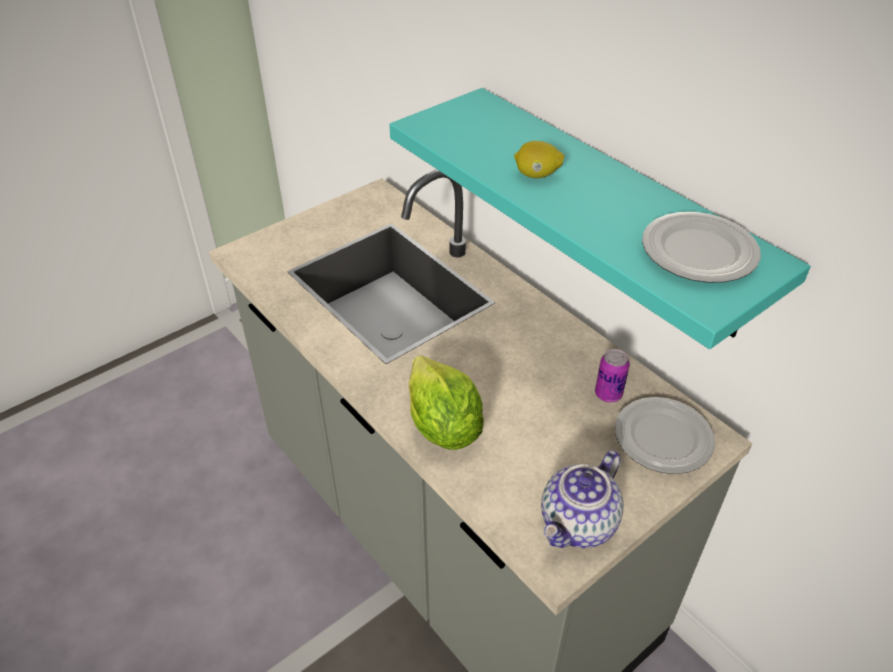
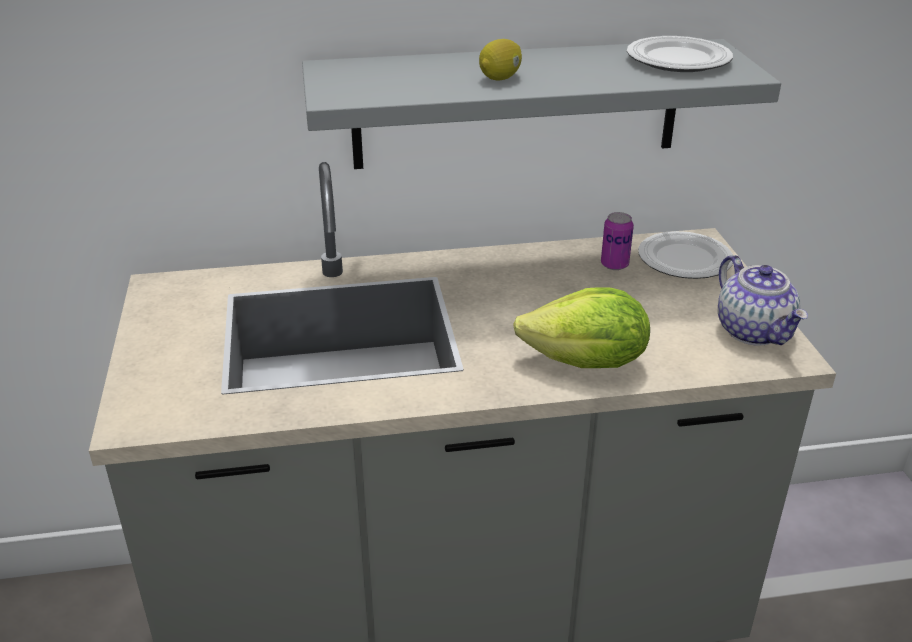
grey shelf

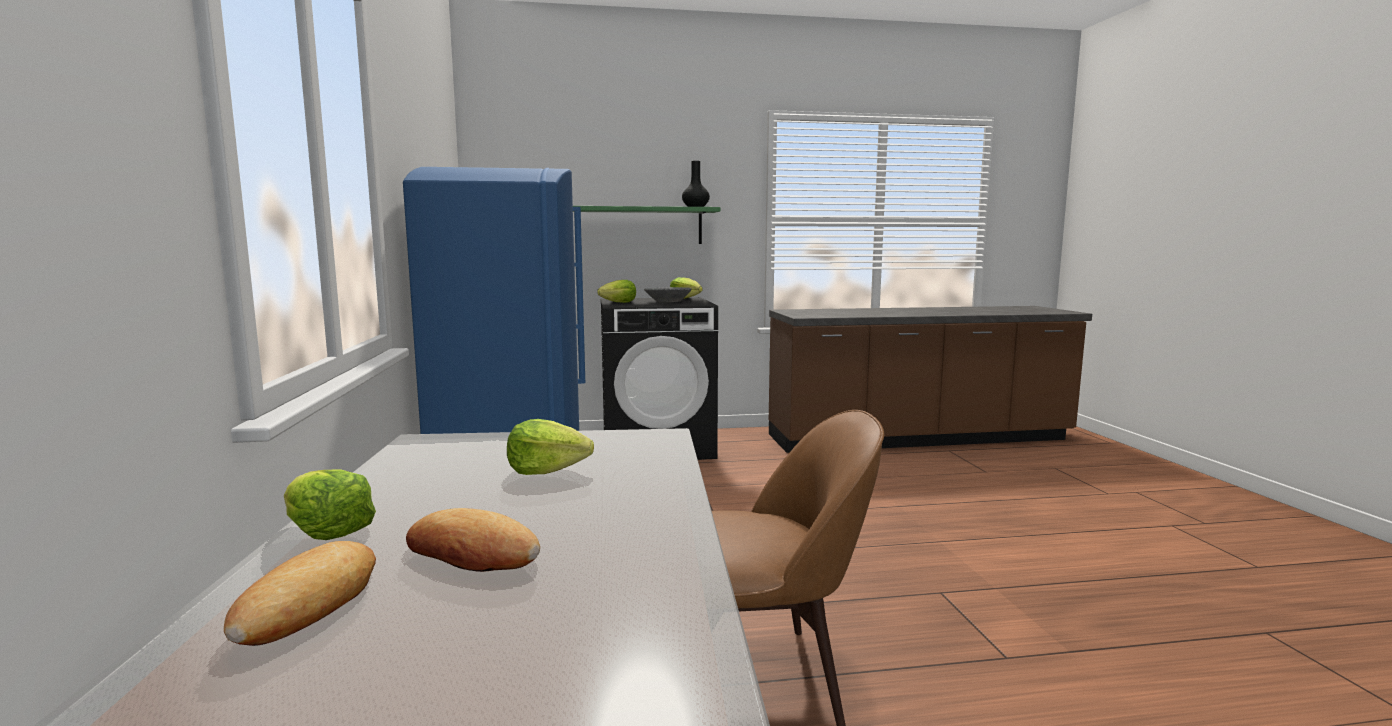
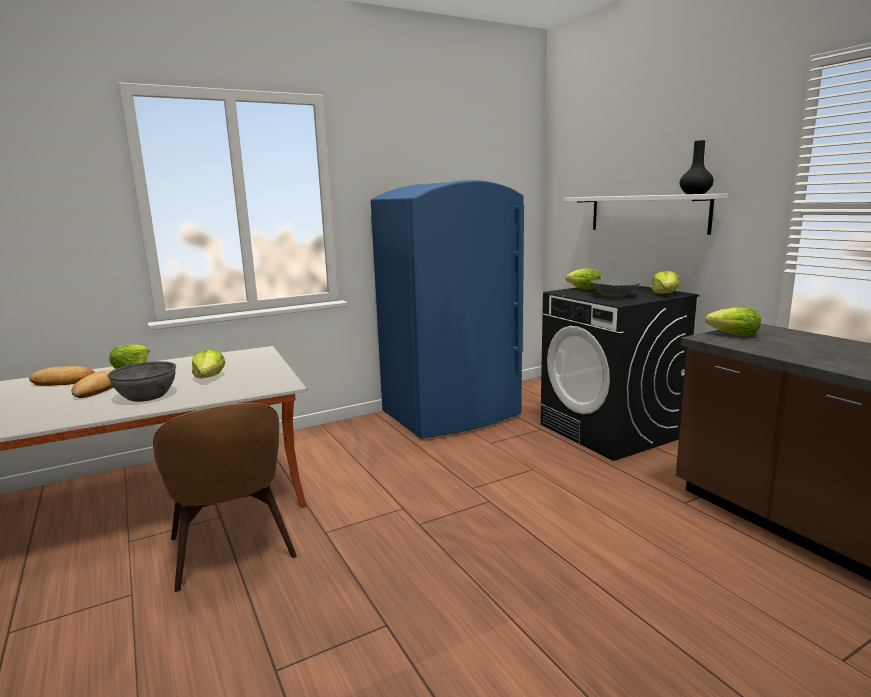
white shelf
lettuce (no. 5 from left)
grey bowl (no. 1 from left)

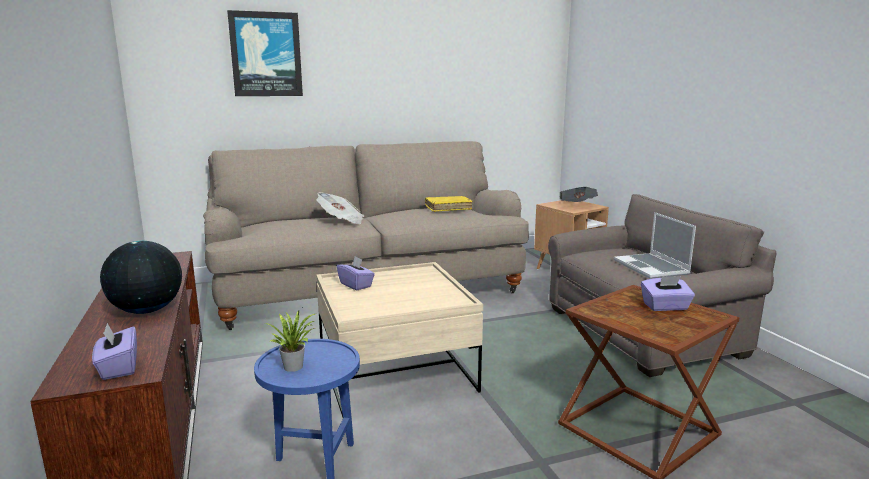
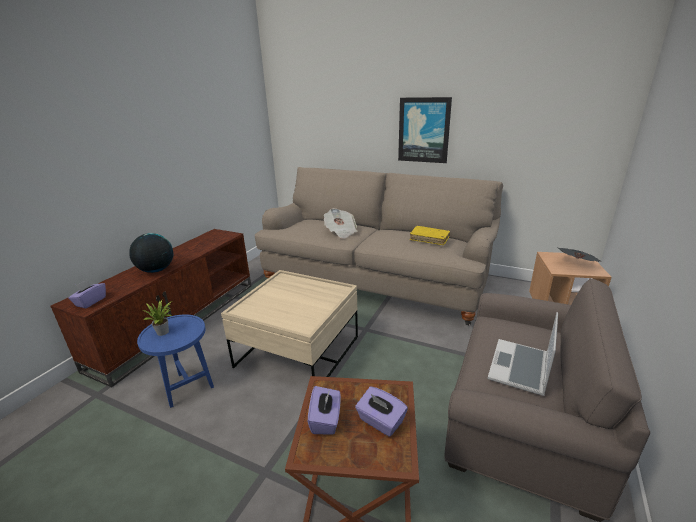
picture
purple tissue box (no. 2 from left)

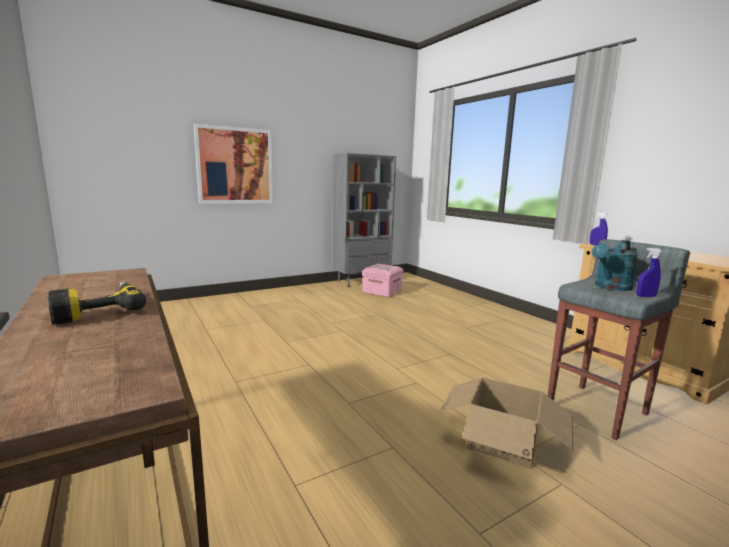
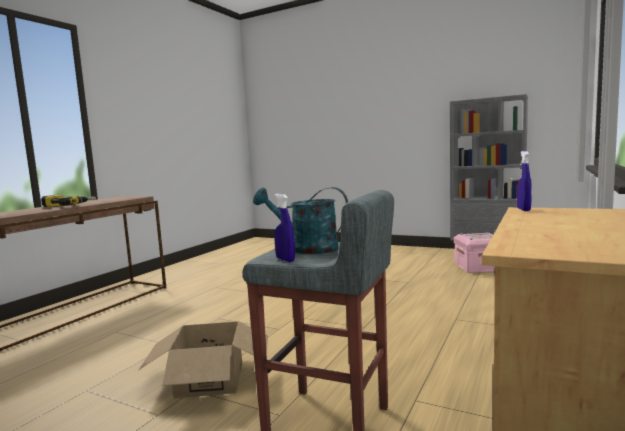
picture

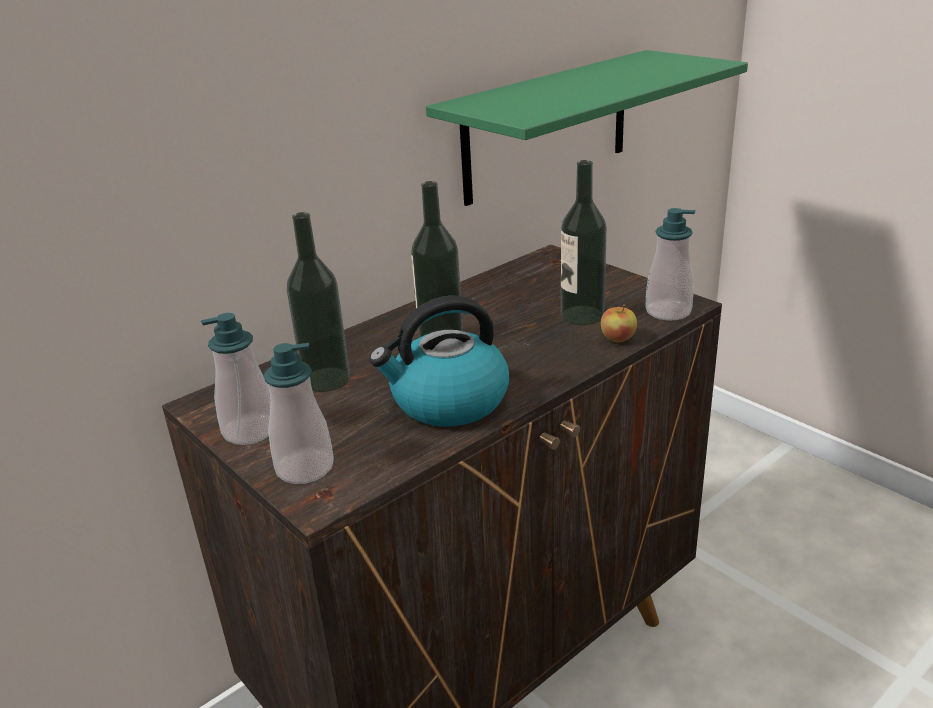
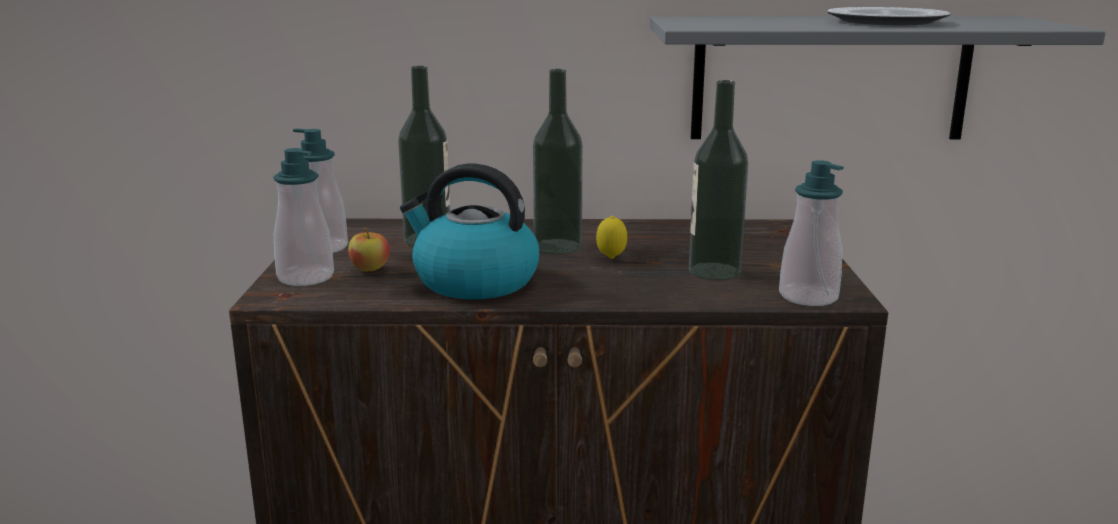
grey shelf
apple
plate
lemon

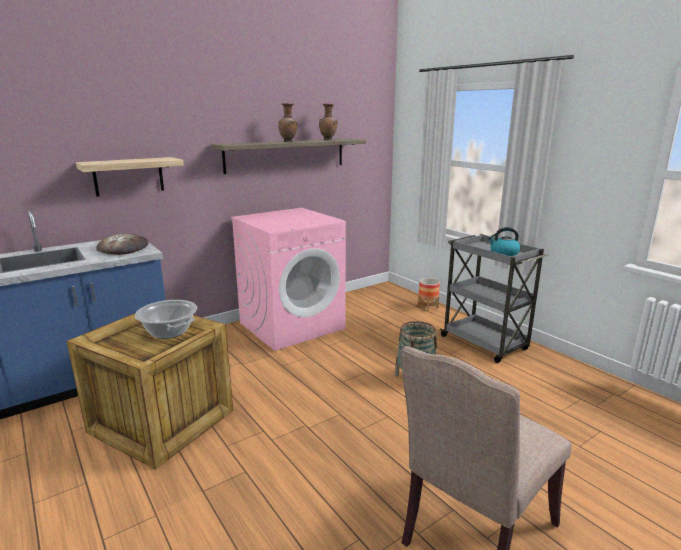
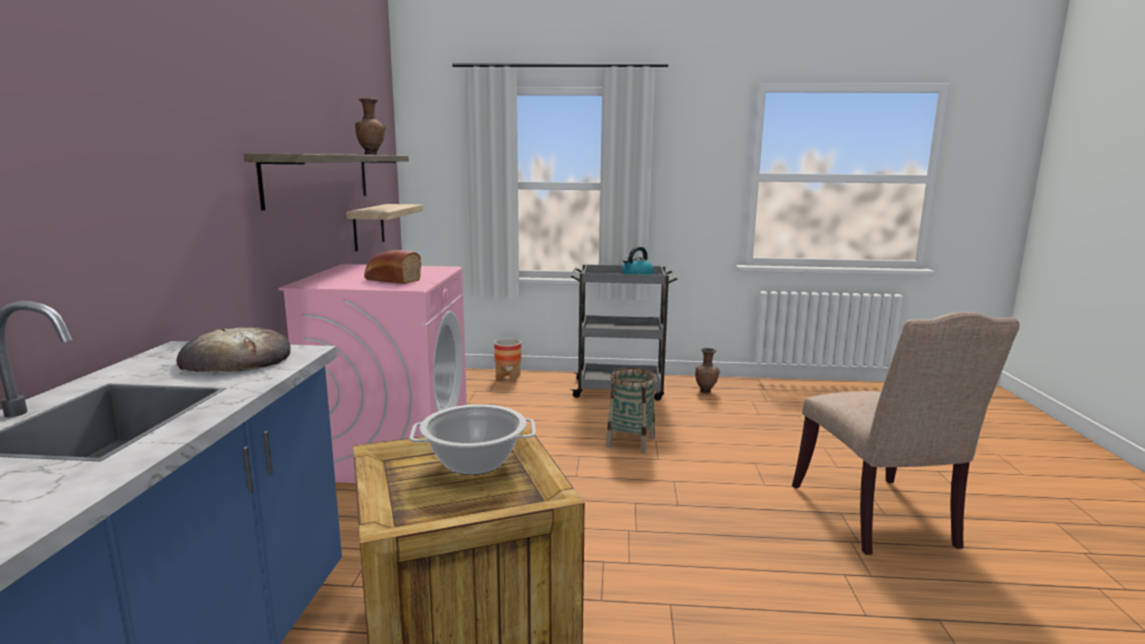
brown vase (no. 2 from left)
shelf (no. 2 from left)
bread (no. 2 from left)

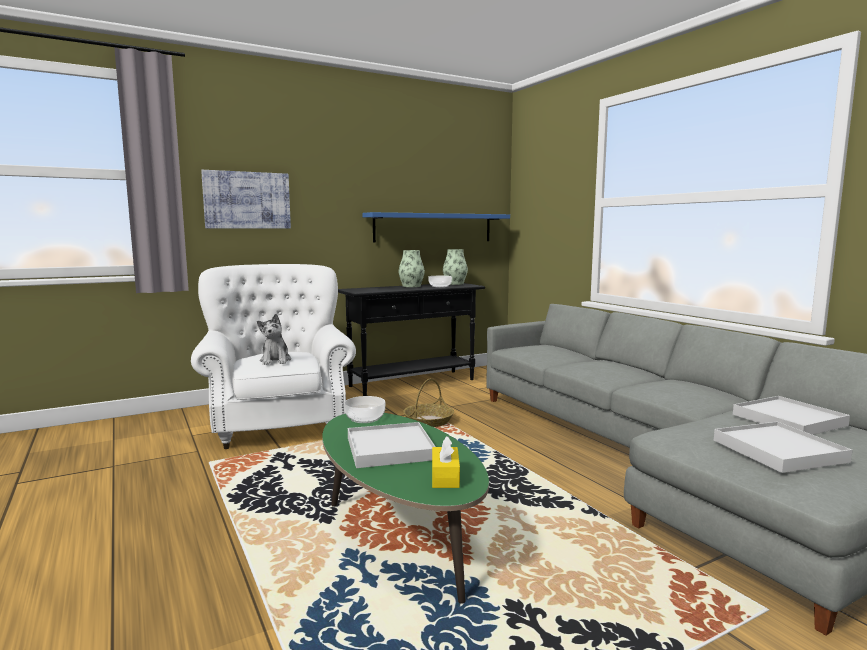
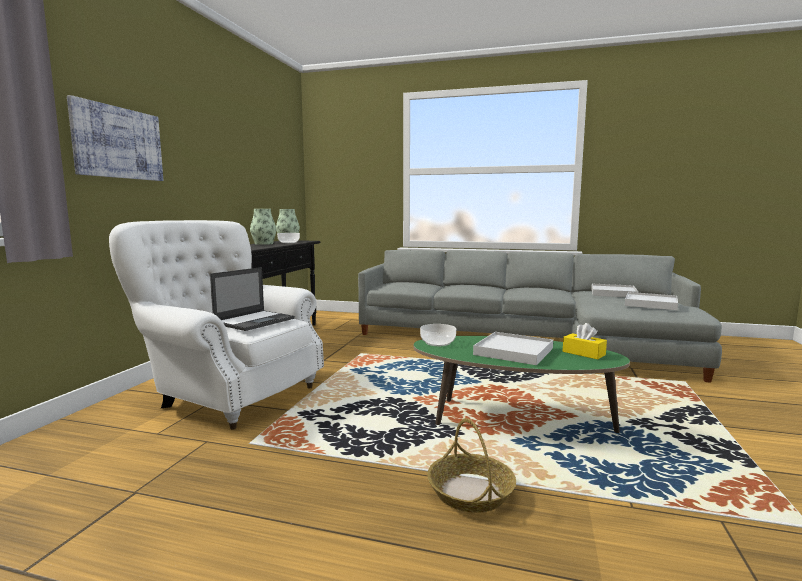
blue shelf
laptop
basket

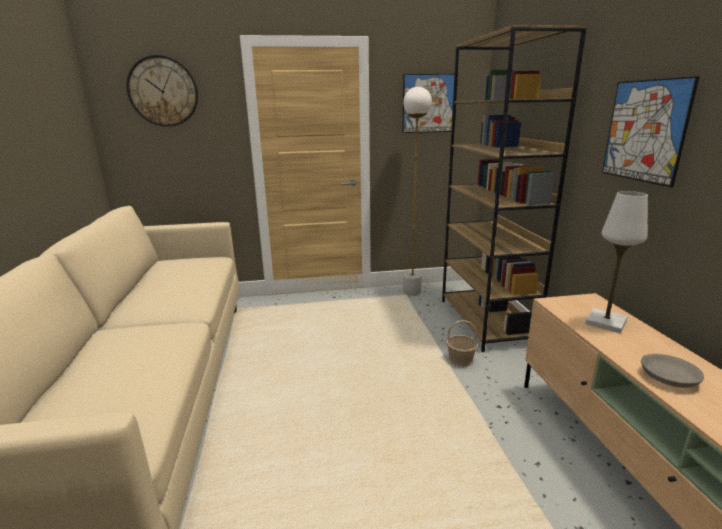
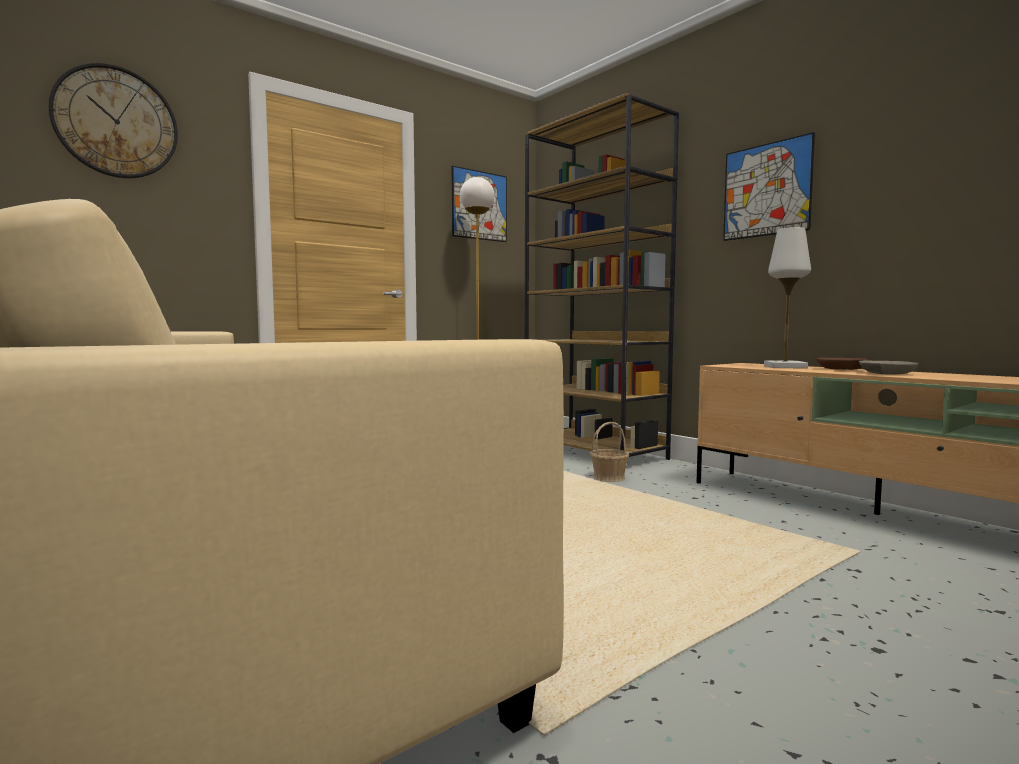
brown bowl

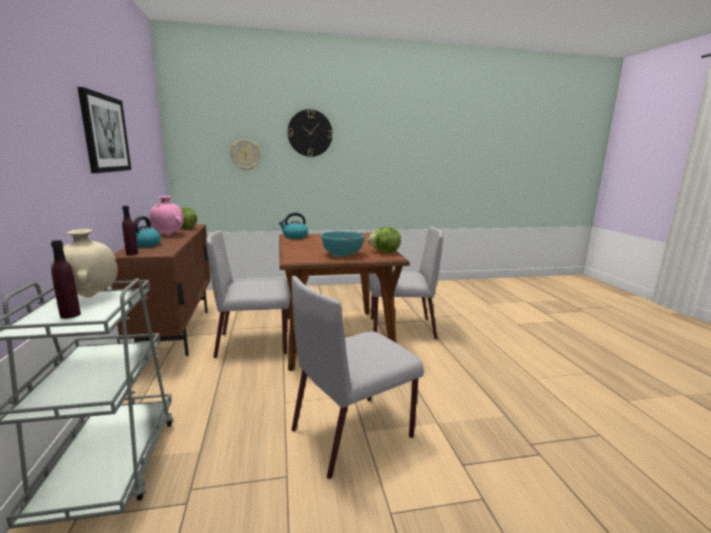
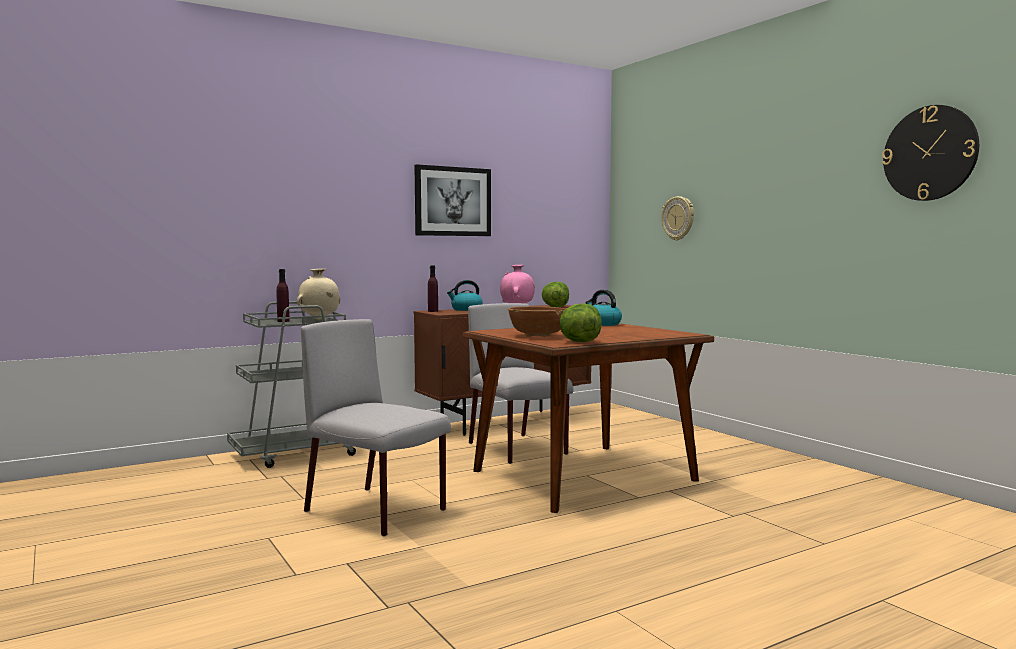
wall clock (no. 2 from left)
grey chair (no. 3 from left in the first image)
brown bowl

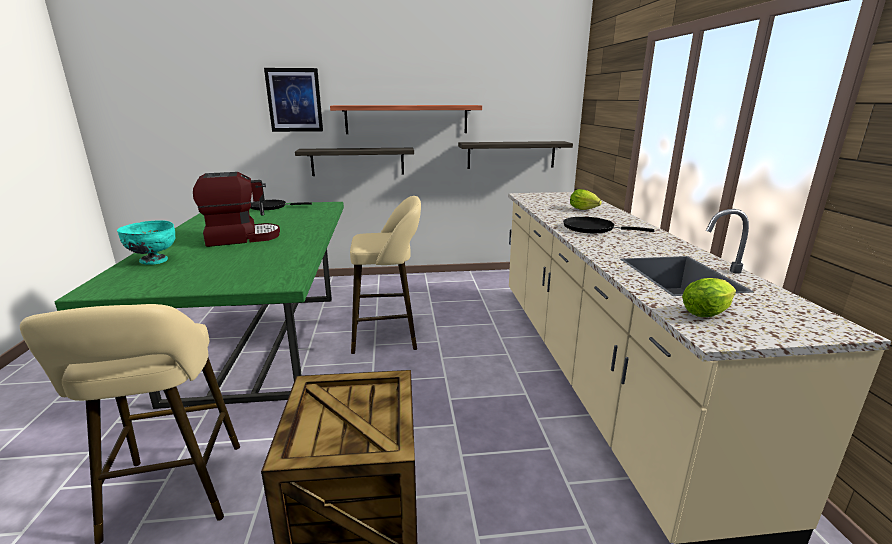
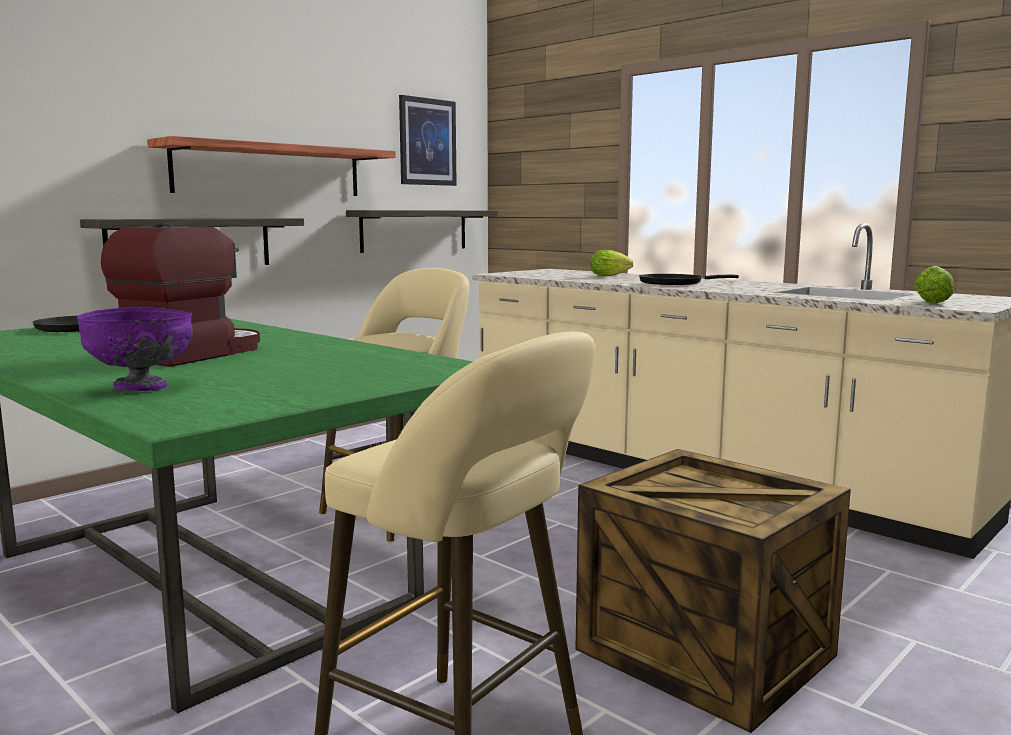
picture
purple bowl

